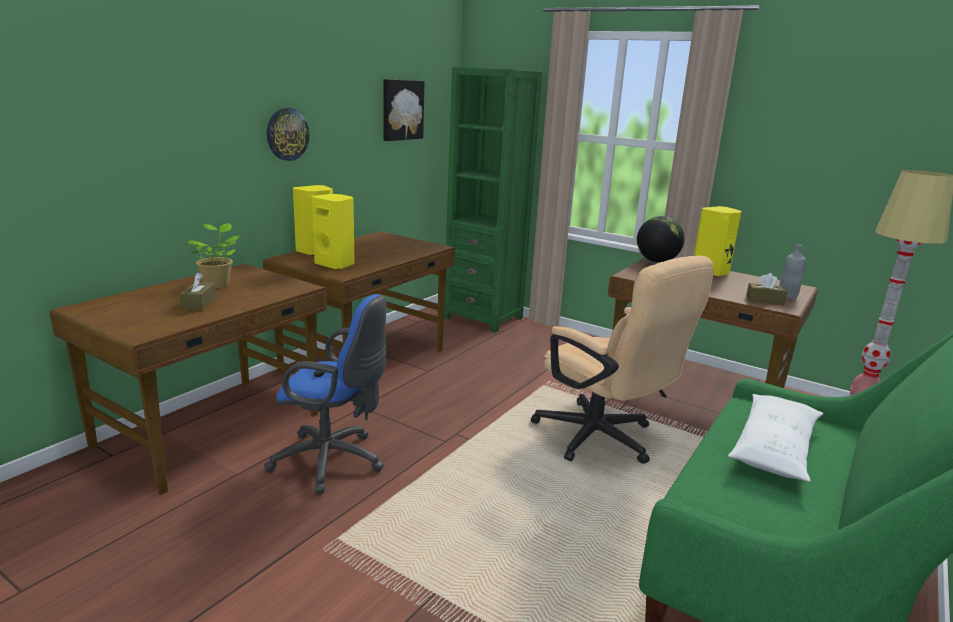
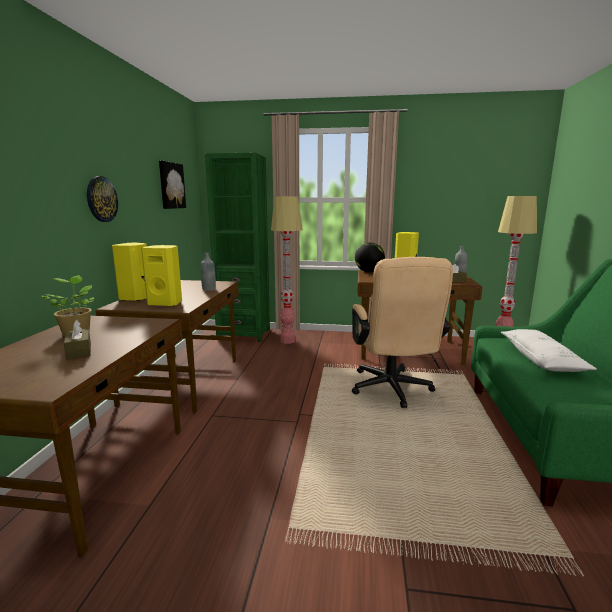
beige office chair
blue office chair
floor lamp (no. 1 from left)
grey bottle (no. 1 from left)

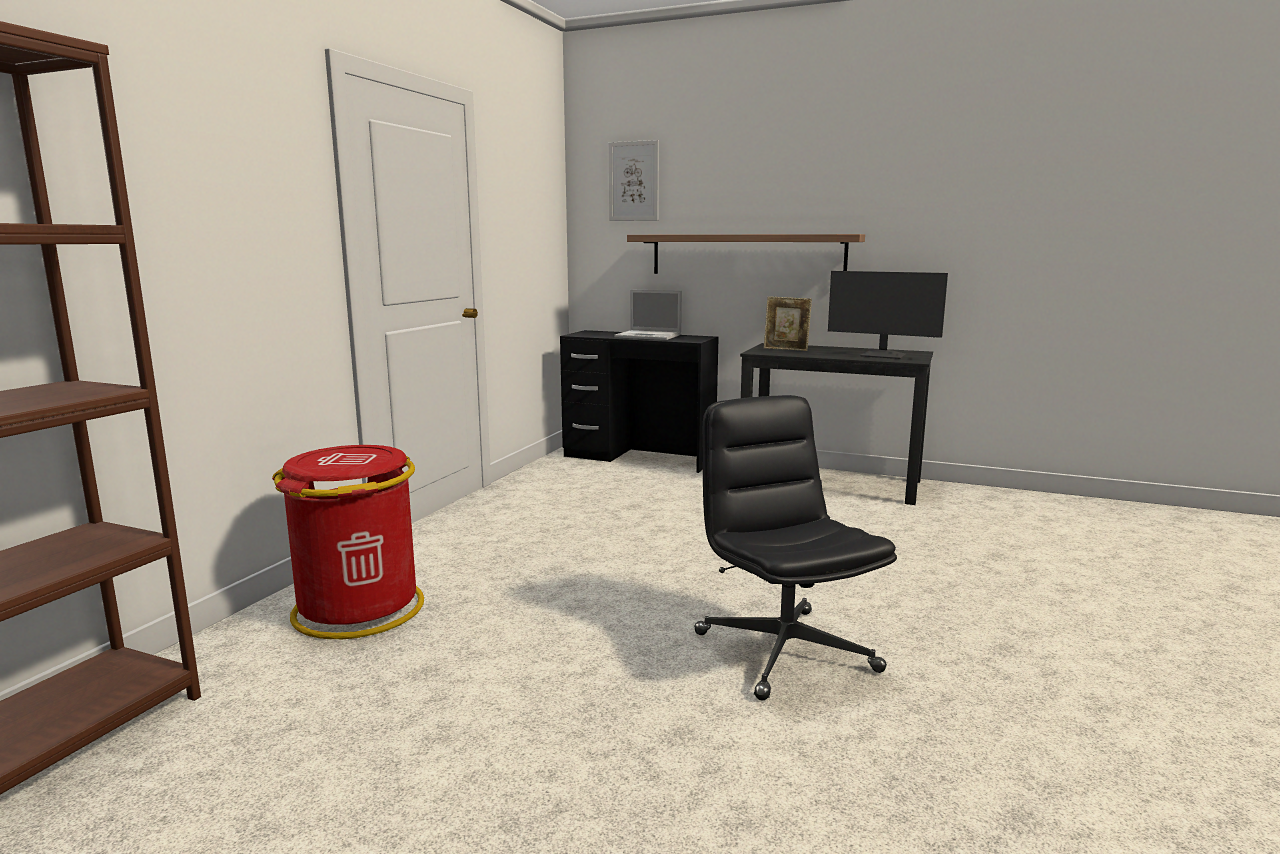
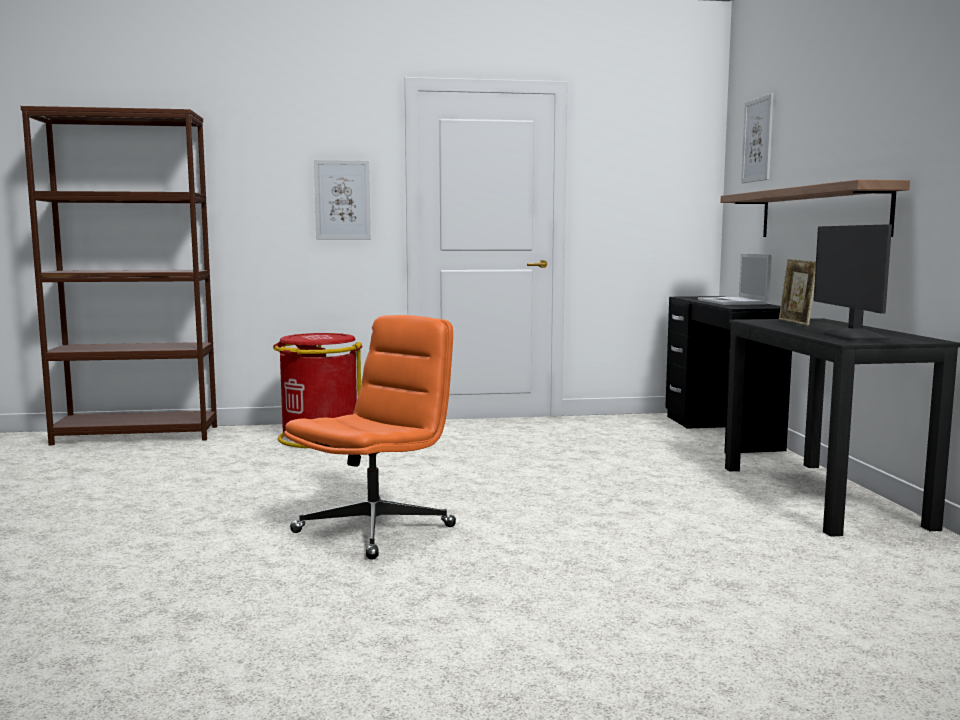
orange office chair
picture (no. 1 from left)

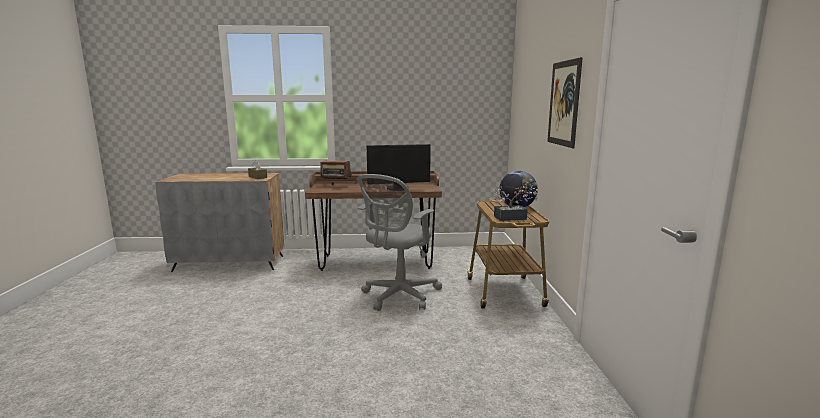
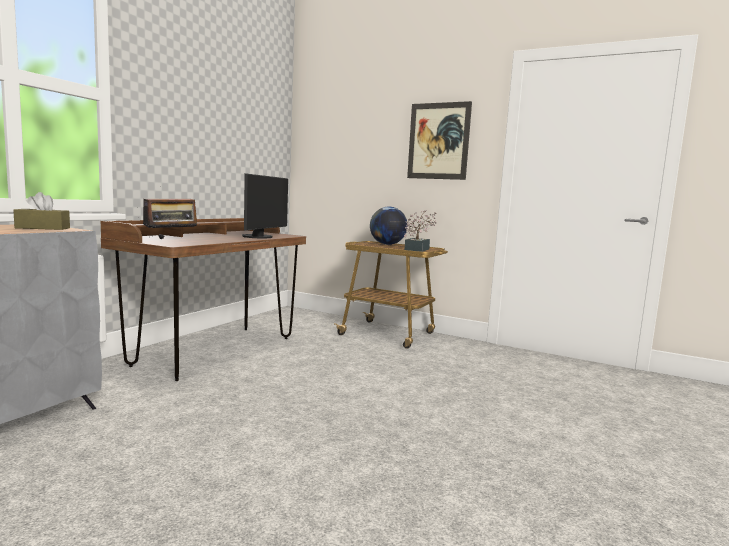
grey office chair

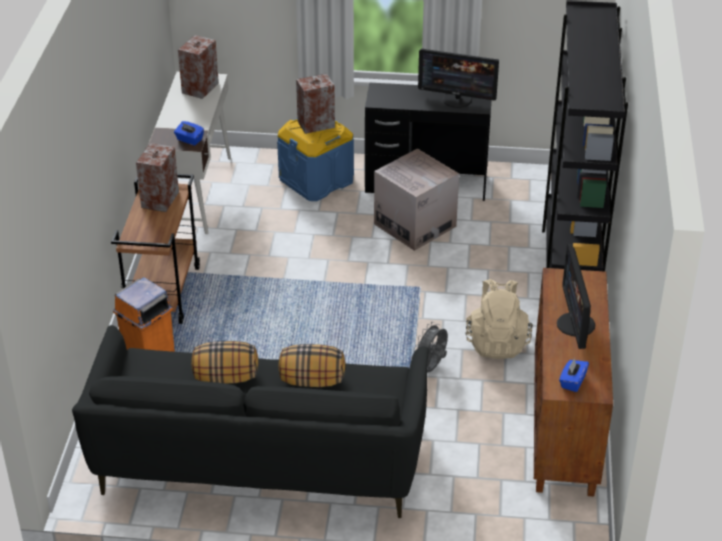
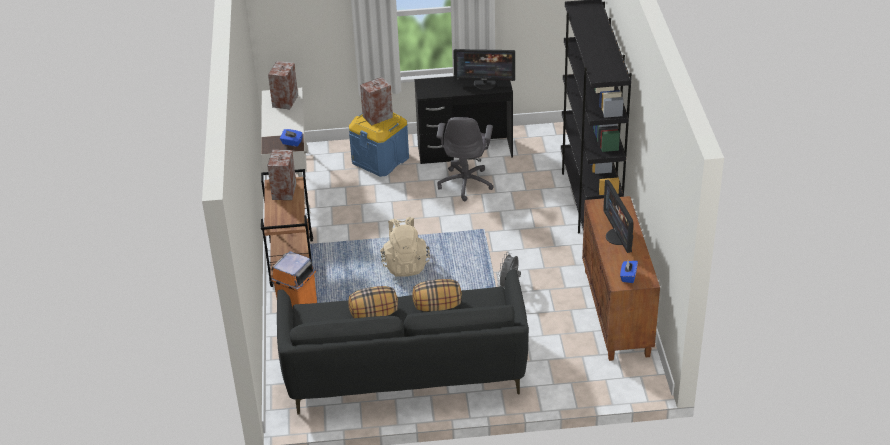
grey office chair
beige backpack

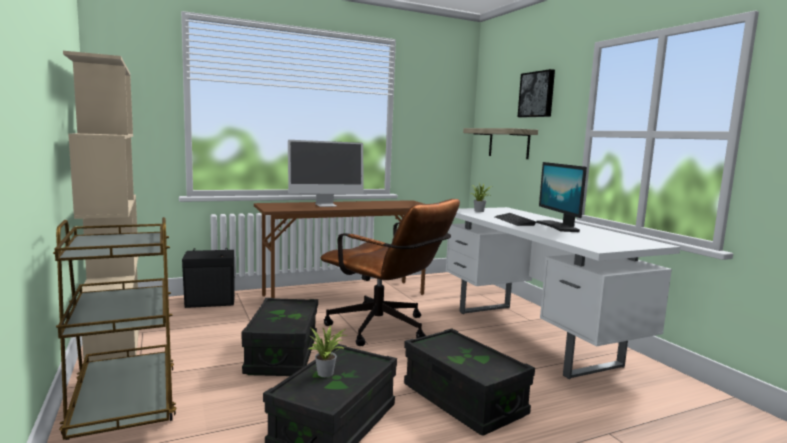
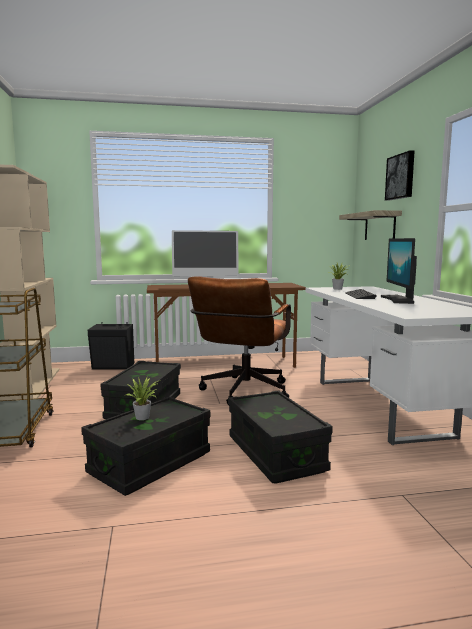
brown office chair

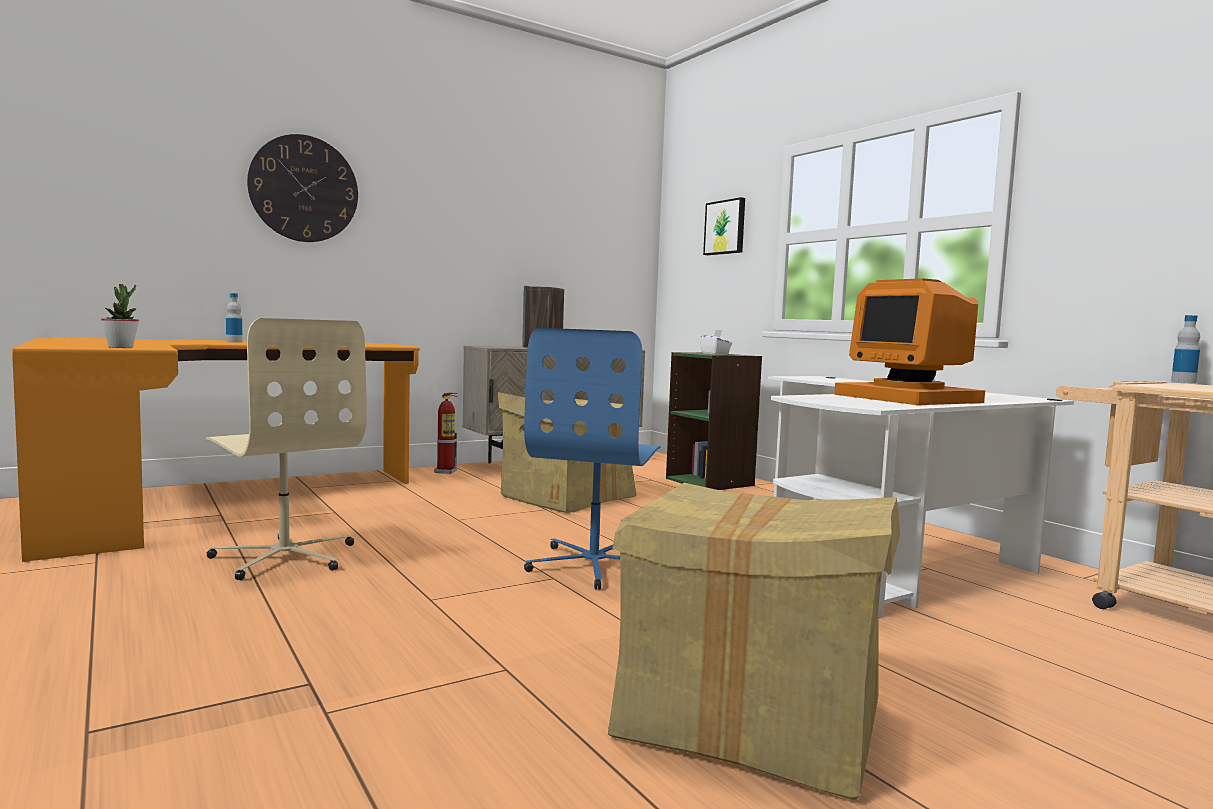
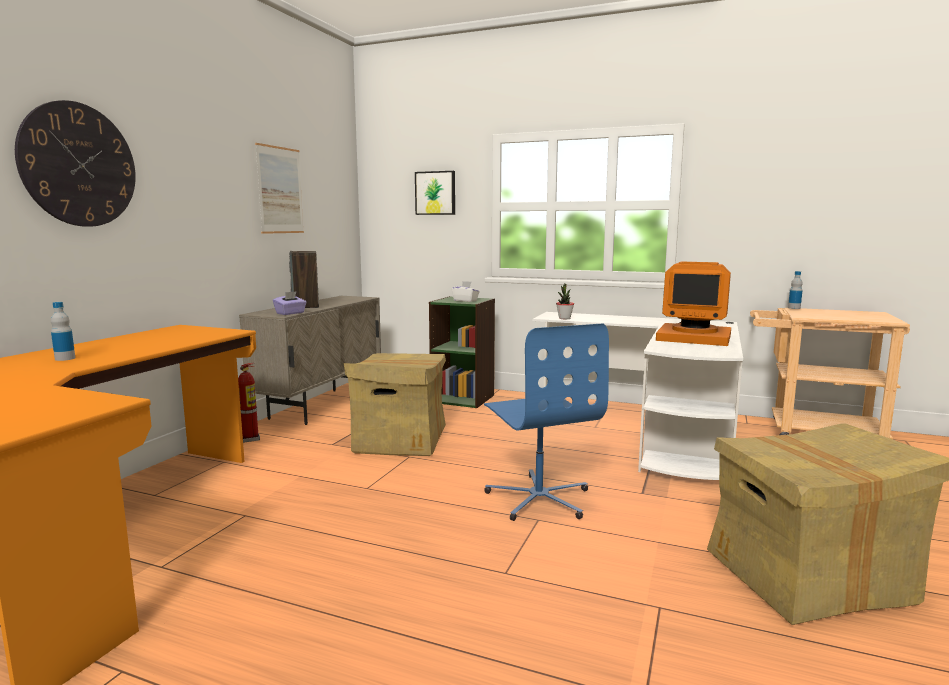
potted plant
beige office chair
picture (no. 1 from left)
purple tissue box

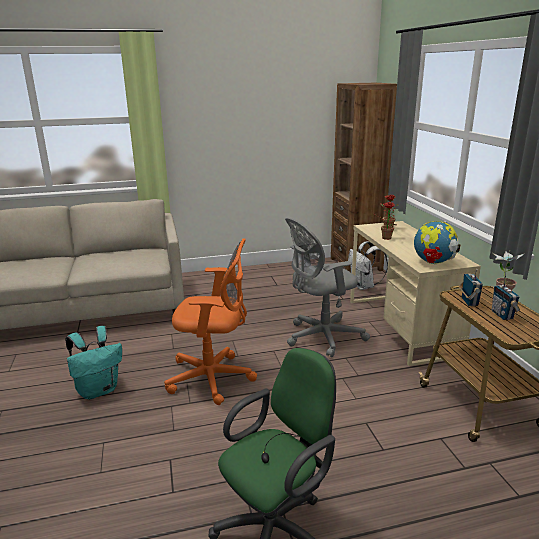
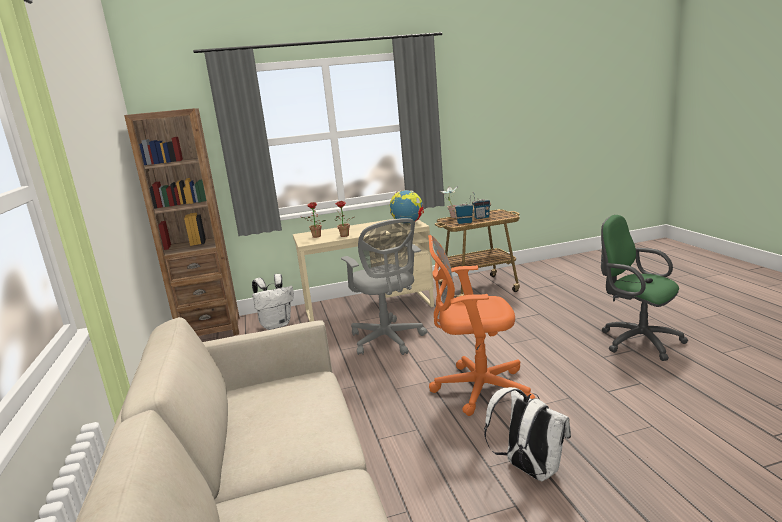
orange office chair
white backpack (no. 2 from left)

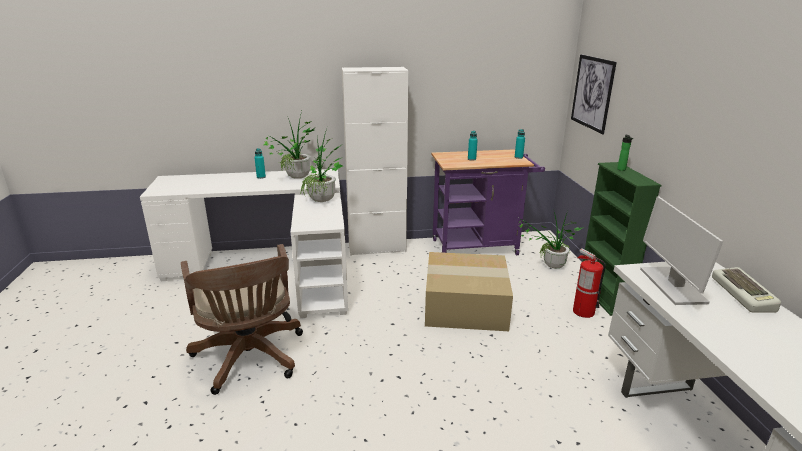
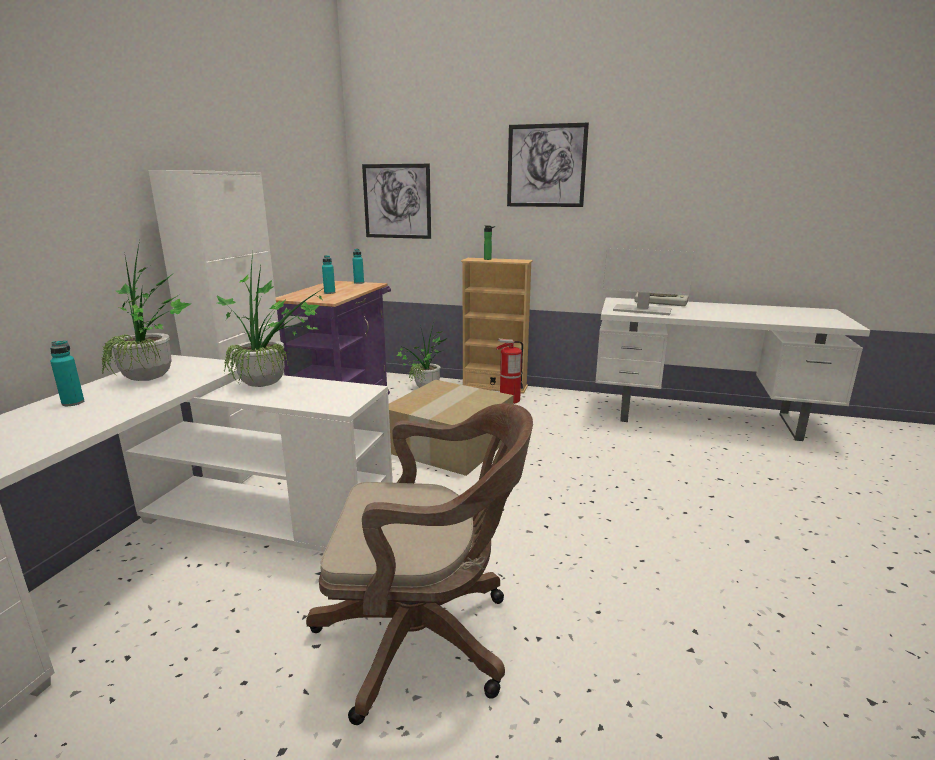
beige bookcase
picture (no. 2 from left)

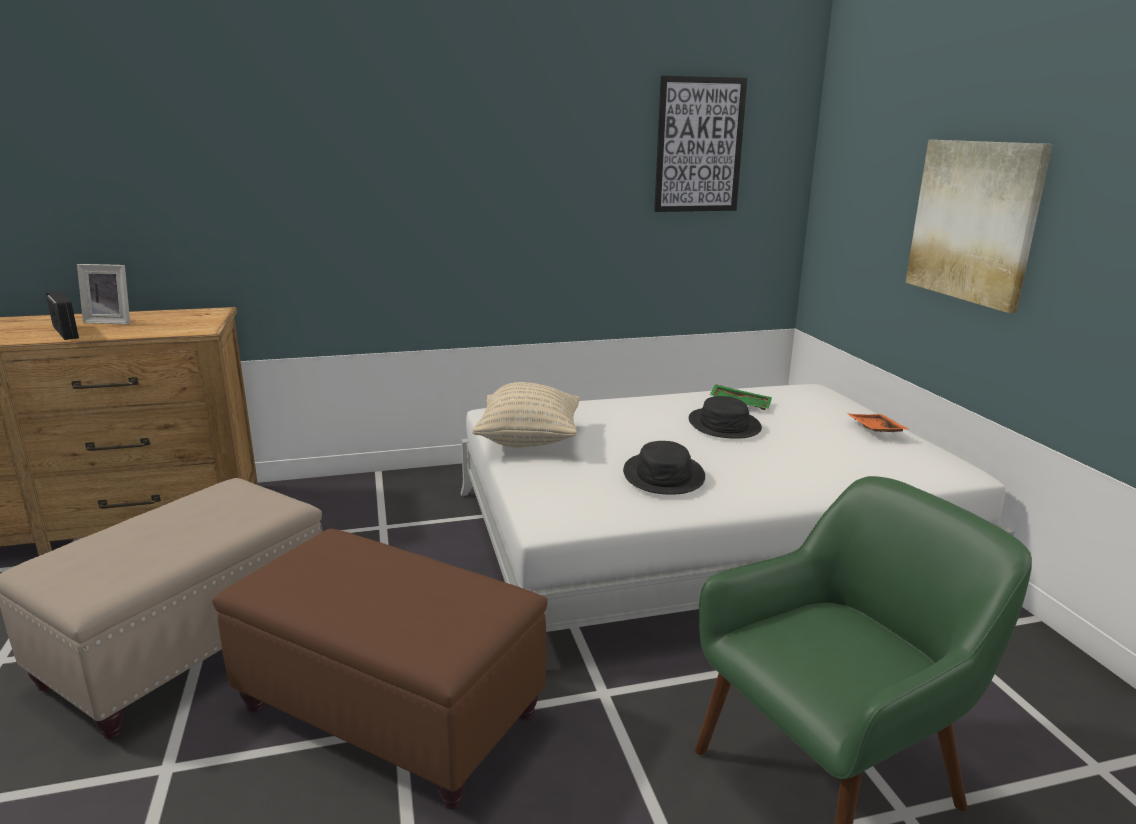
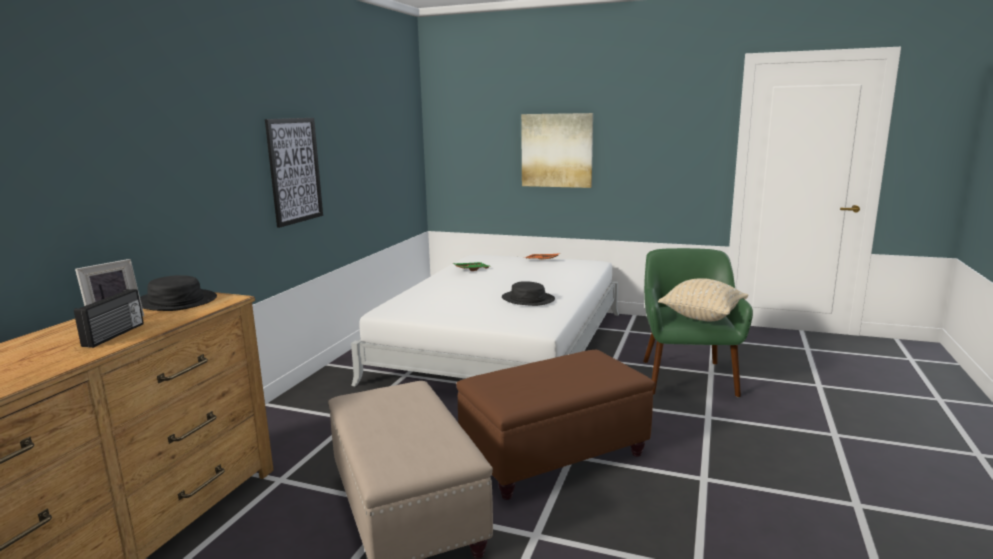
picture (no. 1 from left)
radio
beige pillow
black hat (no. 1 from left)

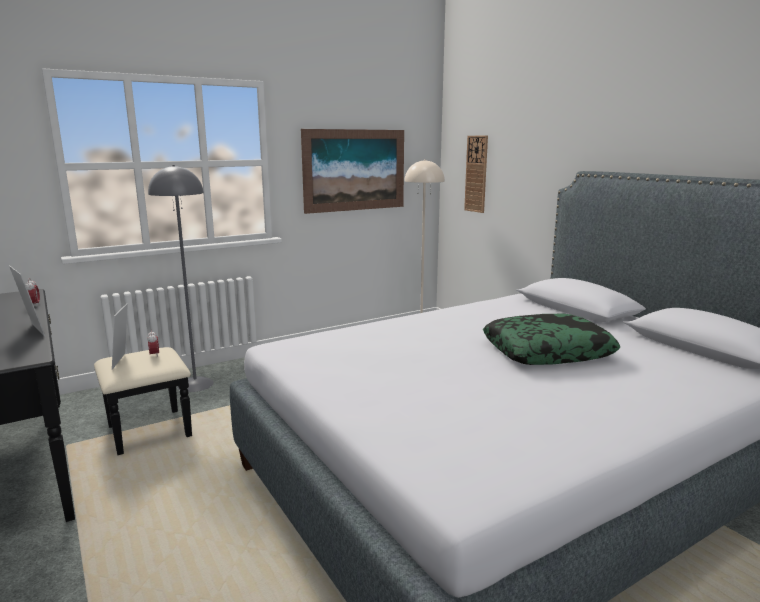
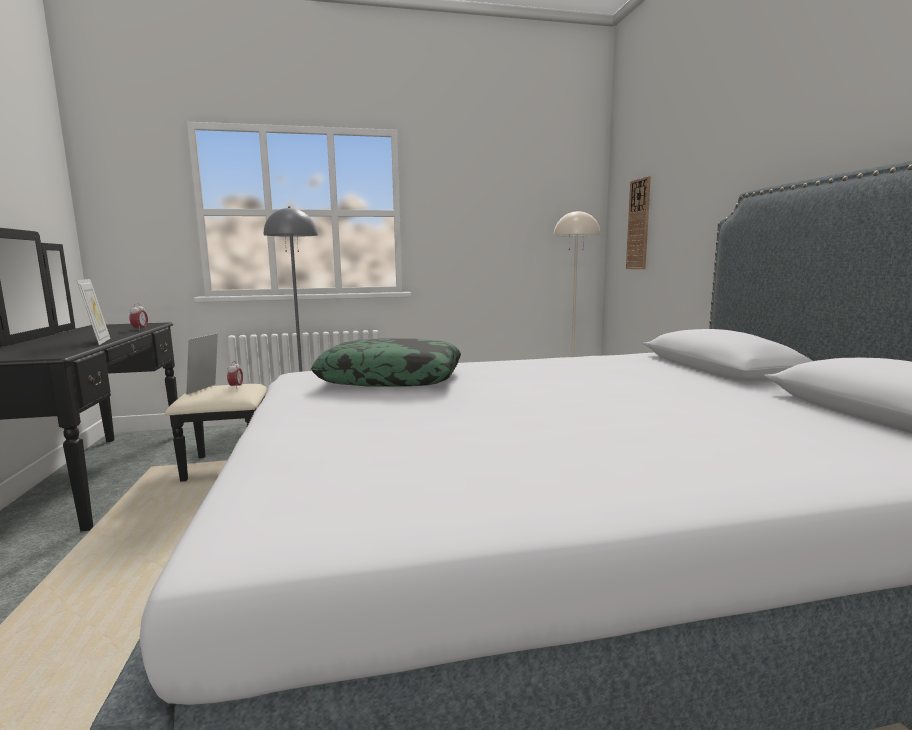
picture
pillow

